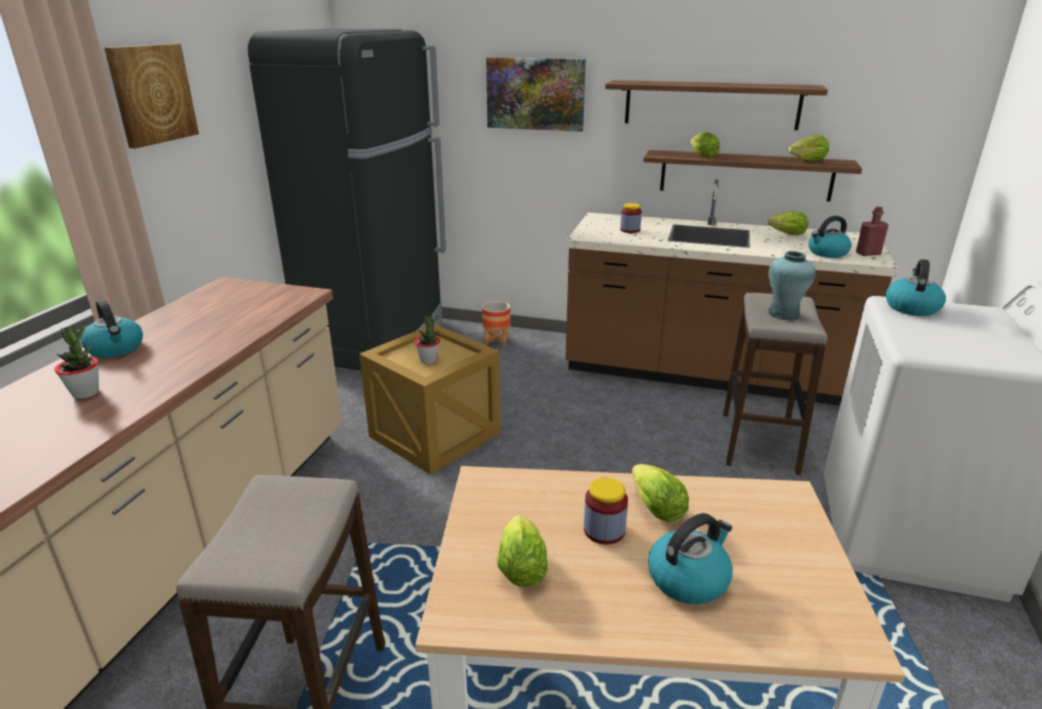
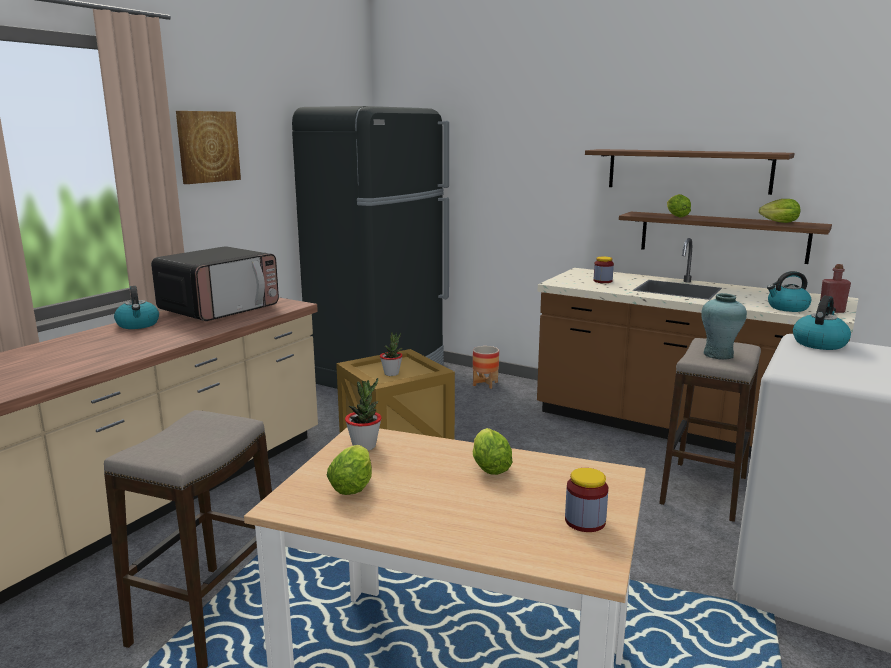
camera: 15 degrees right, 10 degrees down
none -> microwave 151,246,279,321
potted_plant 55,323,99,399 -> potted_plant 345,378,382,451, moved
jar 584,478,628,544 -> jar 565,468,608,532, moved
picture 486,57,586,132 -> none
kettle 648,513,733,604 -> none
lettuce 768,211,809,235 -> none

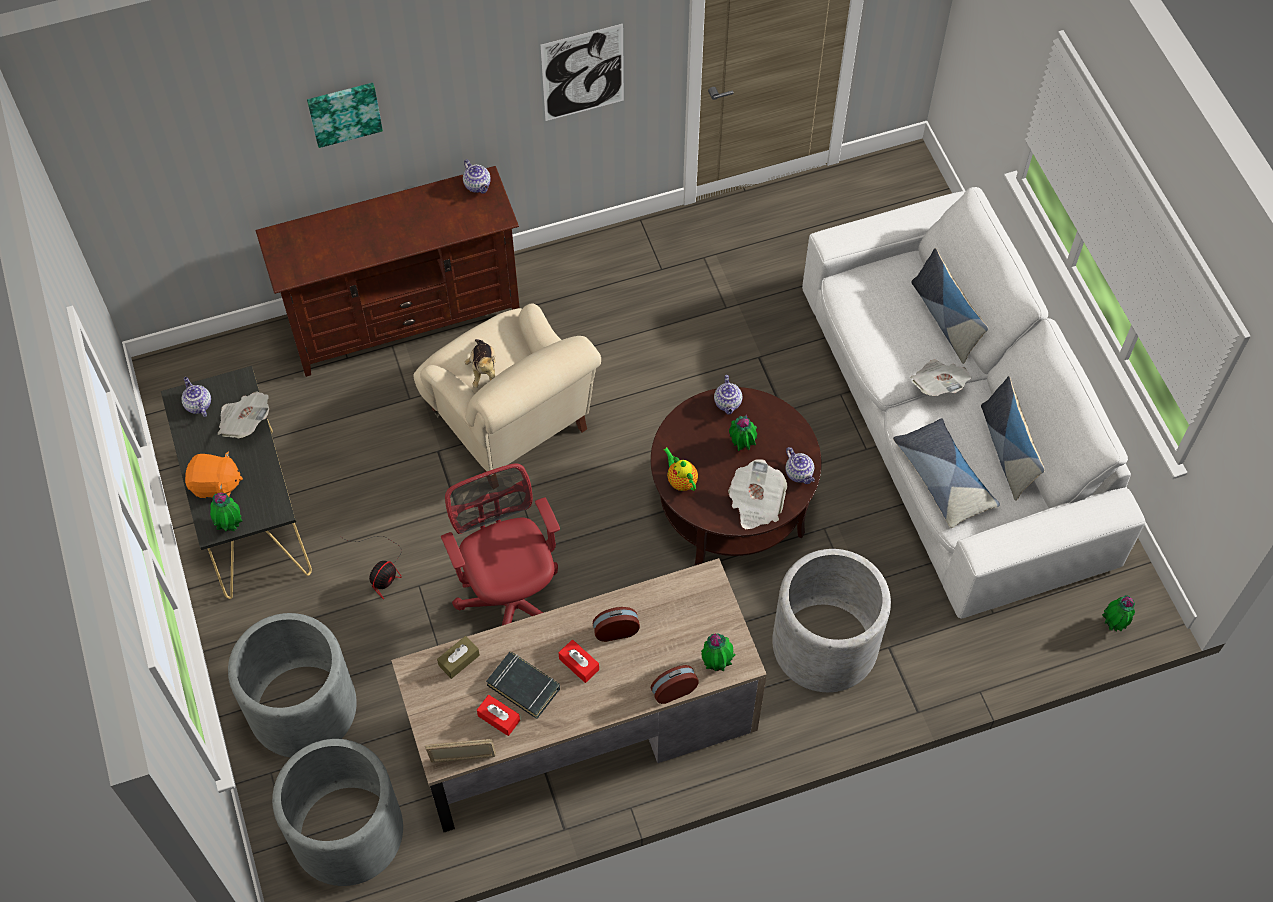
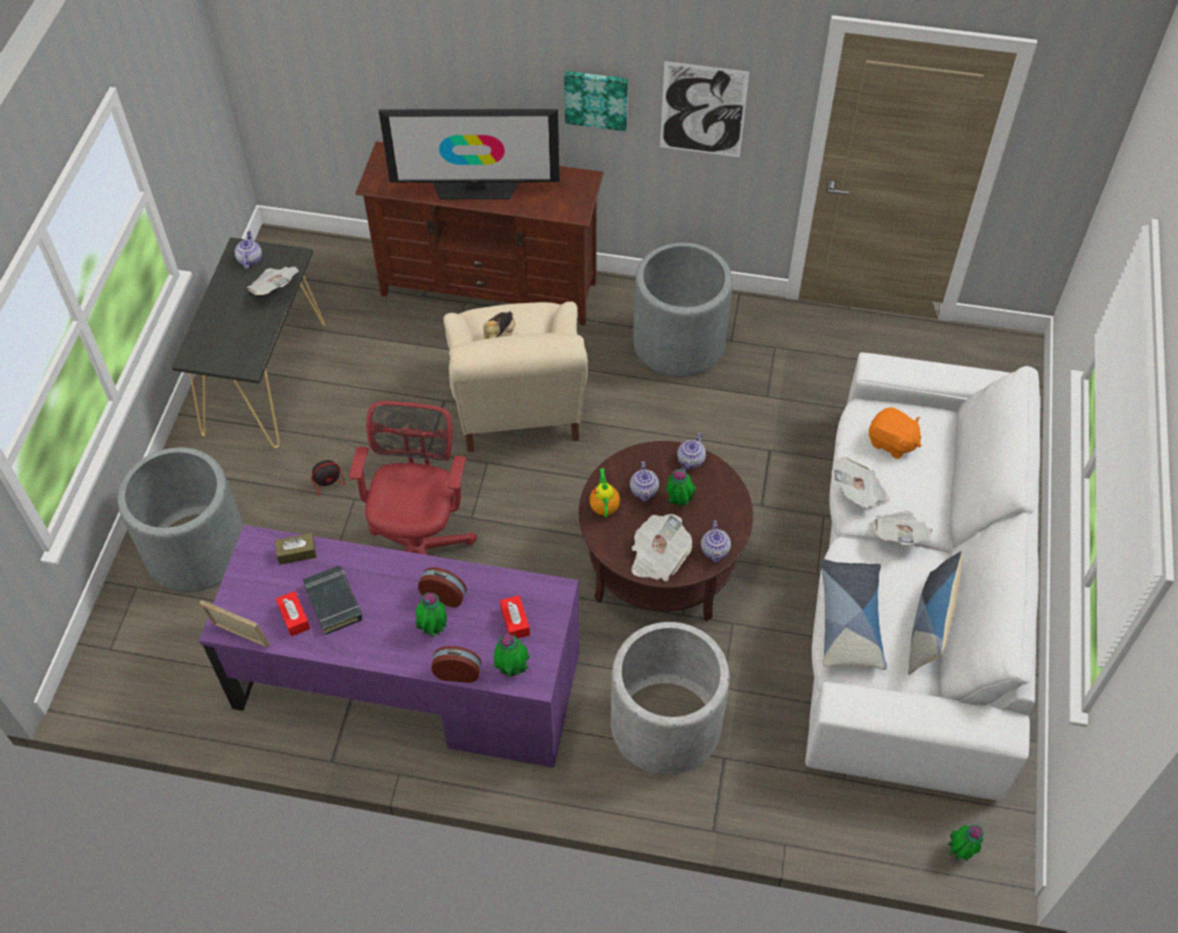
camera: 30 degrees right, 5 degrees down
brown_desk 391,558,767,832 -> purple_desk 199,525,579,768
none -> television 379,109,560,199
potted_plant 210,492,242,532 -> potted_plant 415,592,447,638, moved
red_tissue_box 558,640,599,683 -> red_tissue_box 500,595,530,639, moved
picture 307,83,383,148 -> picture 564,71,628,131, moved
teapot 463,159,491,193 -> teapot 630,461,659,502, moved
grey_planter 272,739,403,886 -> grey_planter 633,243,733,377, moved
none -> newspaper 831,457,890,508
orange_plush_toy 185,451,243,498 -> orange_plush_toy 869,407,922,459, moved
pillow 911,248,988,364 -> none

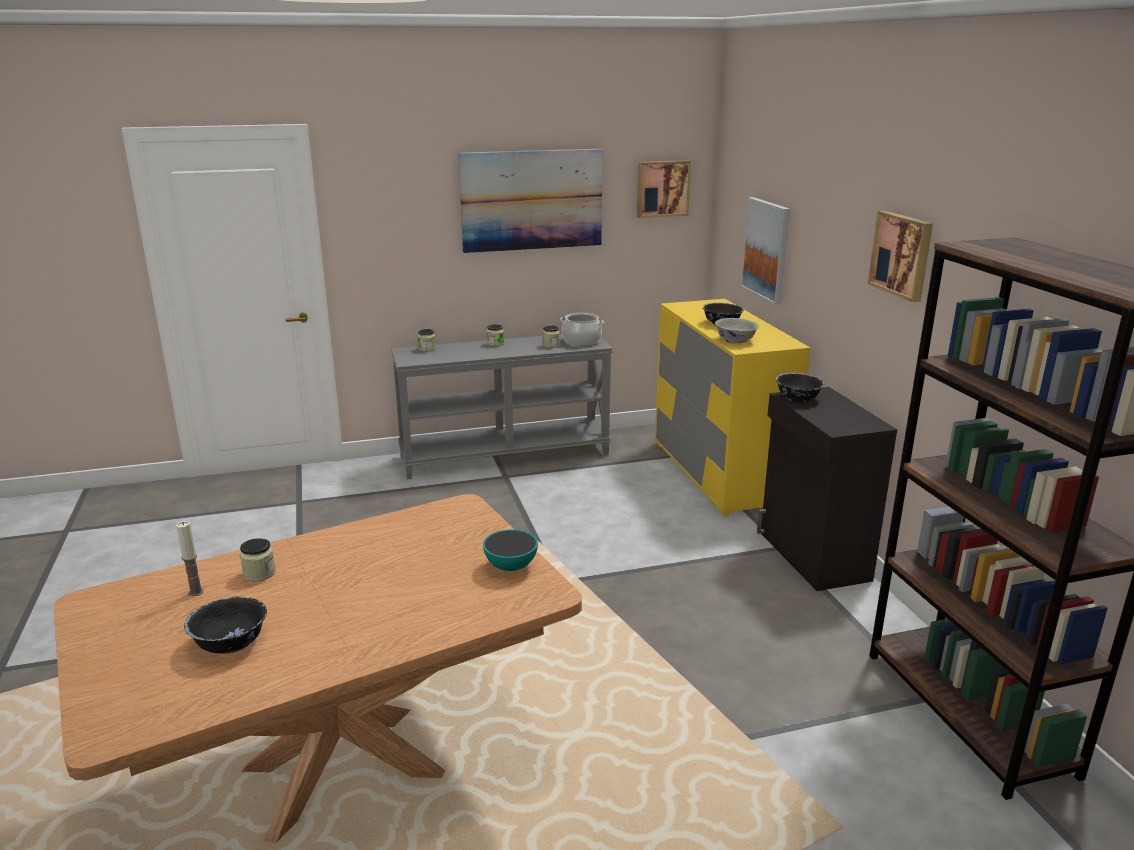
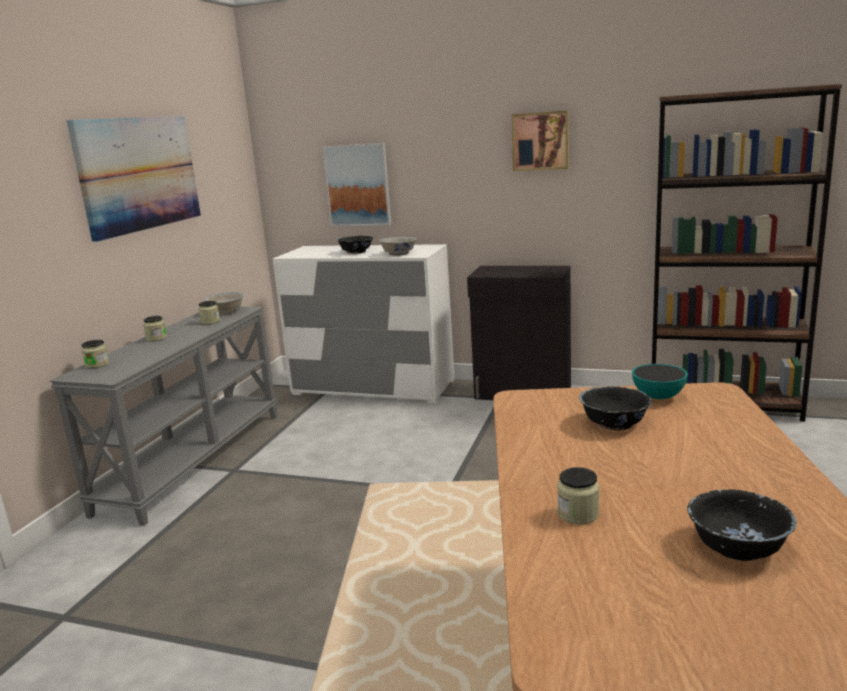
camera: 55 degrees left, 5 degrees down
cooking_pot 560,313,604,346 -> white_bowl 204,292,244,315
yellow_dresser 655,299,810,516 -> white_dresser 273,244,454,404
black_bowl 776,373,825,402 -> black_bowl 579,386,652,431, moved
candle 176,521,203,596 -> none
picture 637,160,691,218 -> none

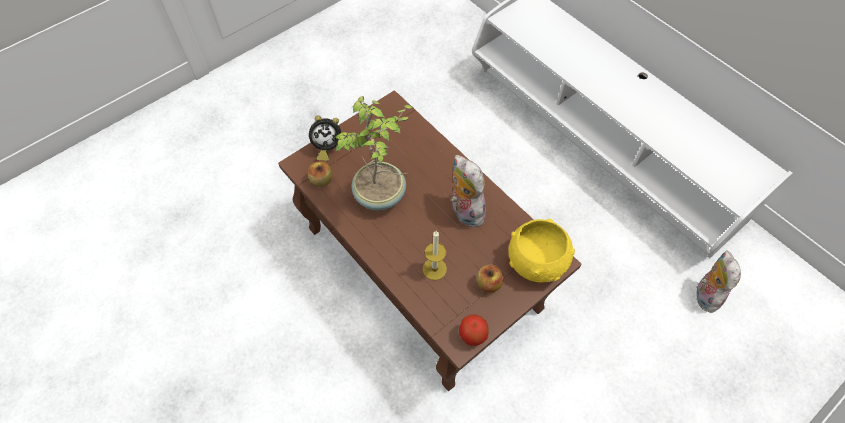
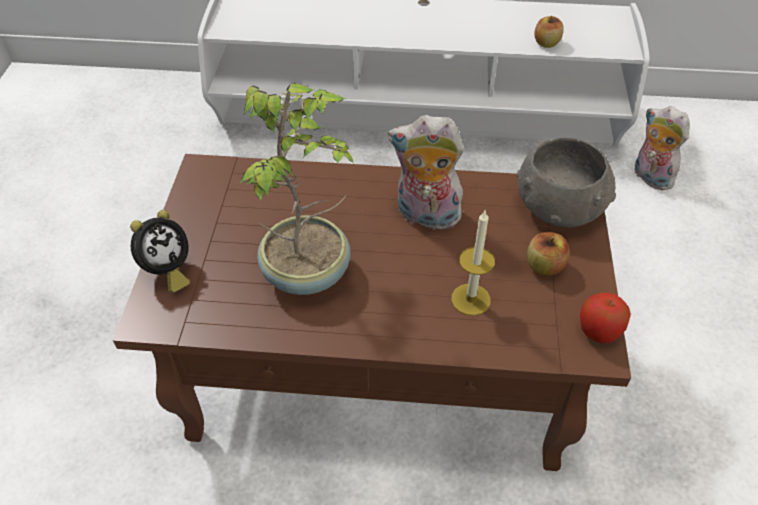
camera: 45 degrees left, 10 degrees down
yellow_bowl 508,219,575,283 -> grey_bowl 517,138,616,228
apple 308,161,332,187 -> apple 534,16,564,48, moved

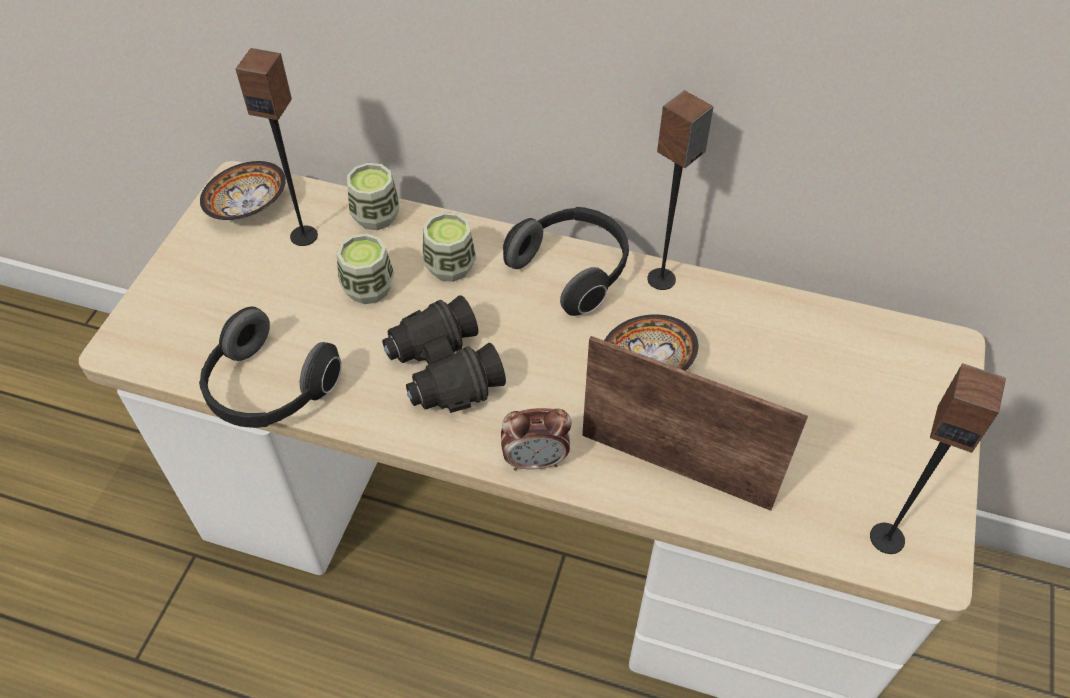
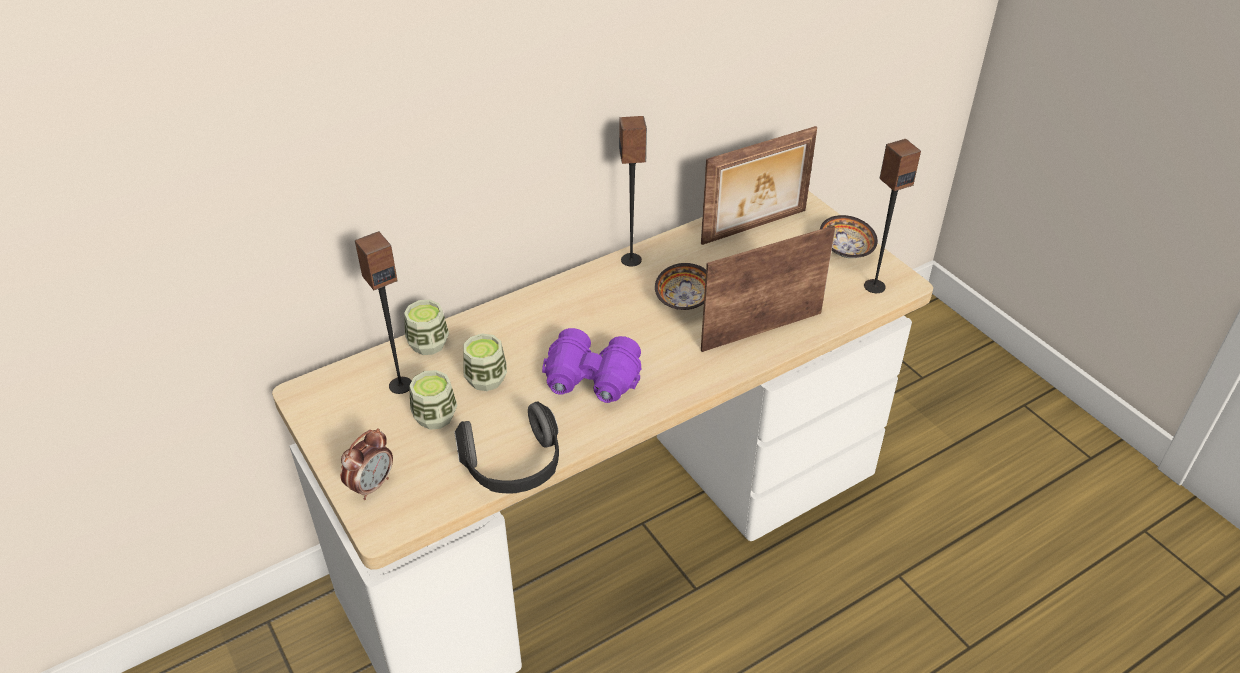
camera: 50 degrees left, 10 degrees down
alarm_clock 501,408,572,471 -> alarm_clock 340,428,393,500, moved
cup 423,212,476,282 -> cup 409,370,457,430, moved
black_binoculars 382,295,506,413 -> purple_binoculars 542,328,641,403
none -> picture_frame 701,126,817,245
bowl 200,161,286,220 -> bowl 820,215,878,258, moved
headphones 503,207,629,316 -> none

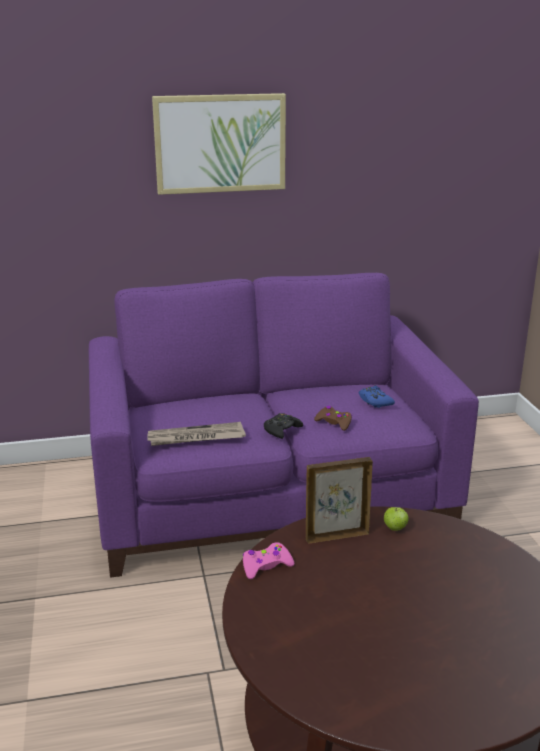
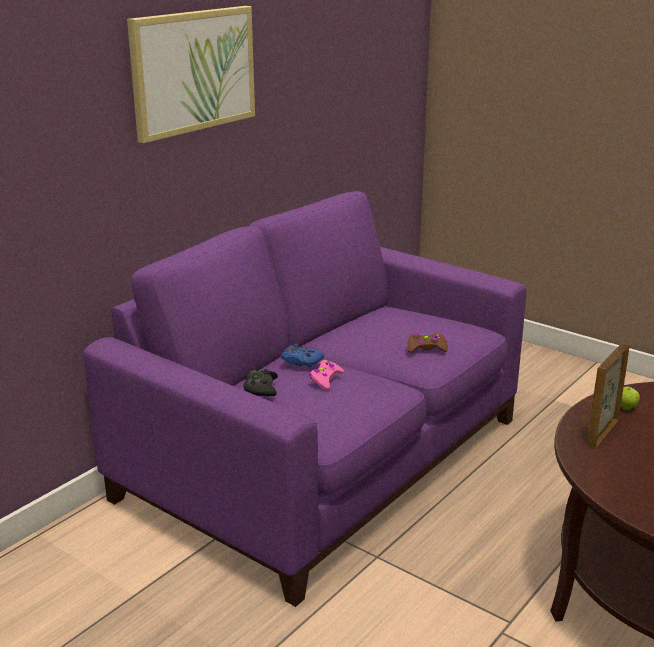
camera: 40 degrees left, 0 degrees up
black_game_controller 264,413,303,439 -> black_game_controller 243,369,278,396, moved
blue_game_controller 359,385,395,408 -> blue_game_controller 281,343,324,367, moved
pink_game_controller 243,542,294,579 -> pink_game_controller 309,360,344,390, moved
newspaper 147,422,246,446 -> none

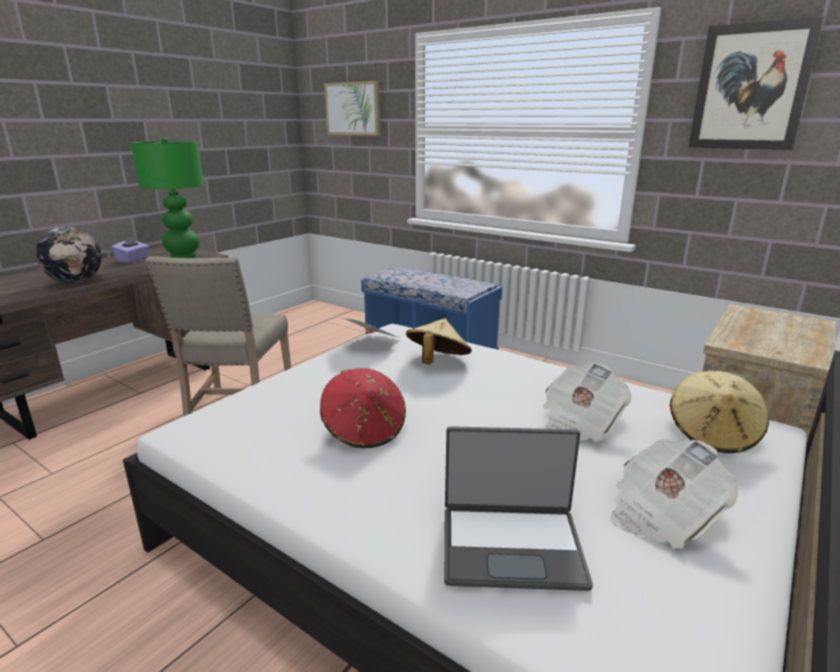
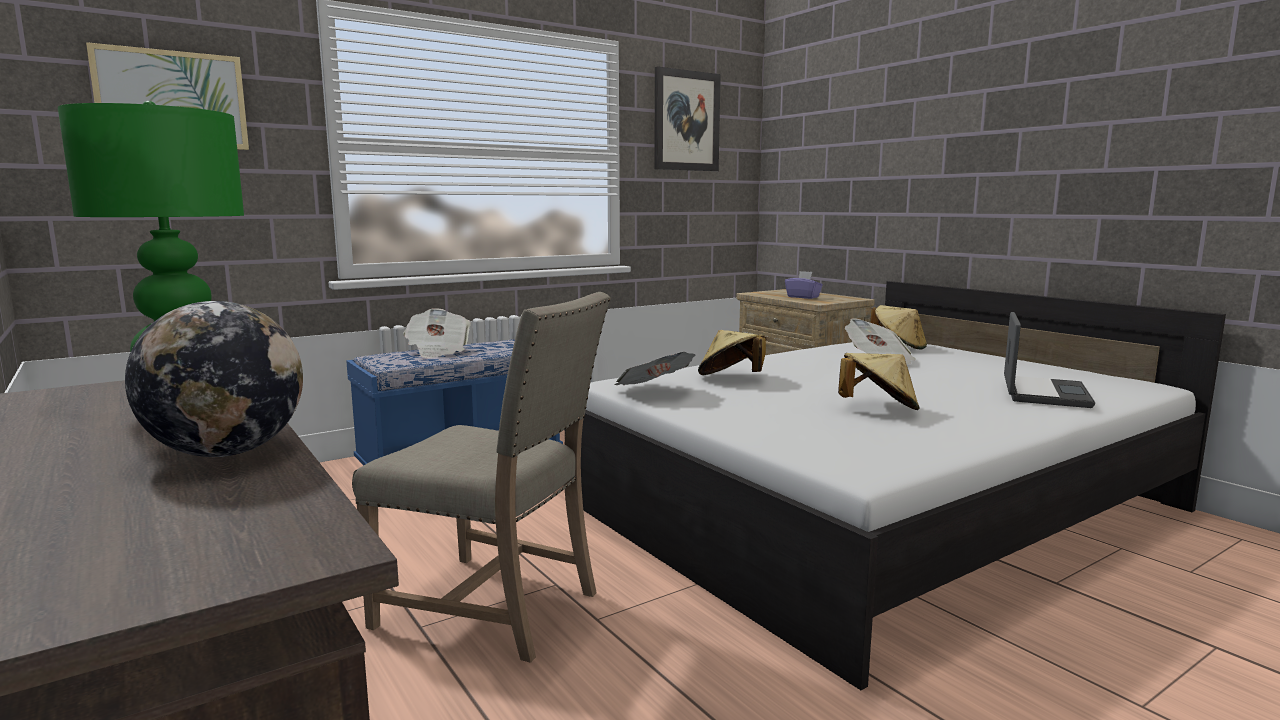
camera: 70 degrees left, 10 degrees down
newspaper 610,439,738,549 -> newspaper 403,308,471,358, moved
purple_tissue_box 111,236,149,263 -> purple_tissue_box 785,271,823,299, moved
red_hat 320,368,406,448 -> beige_hat 838,353,920,410

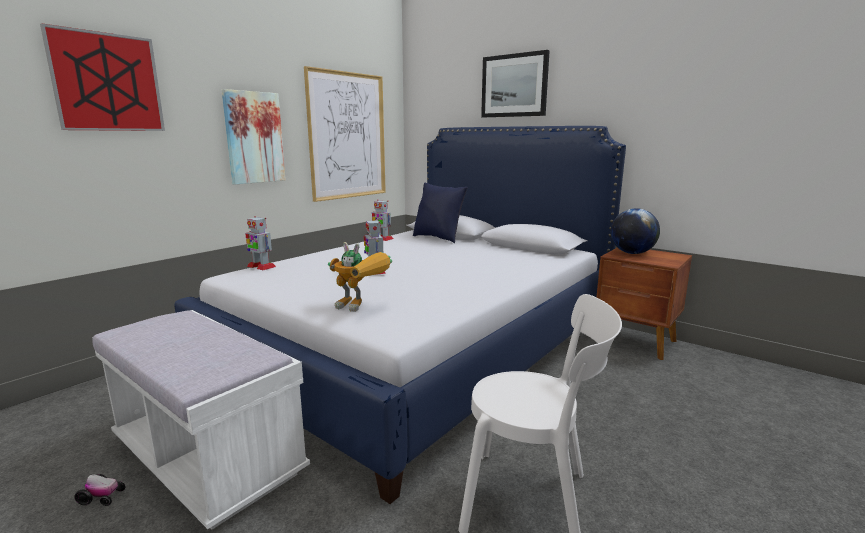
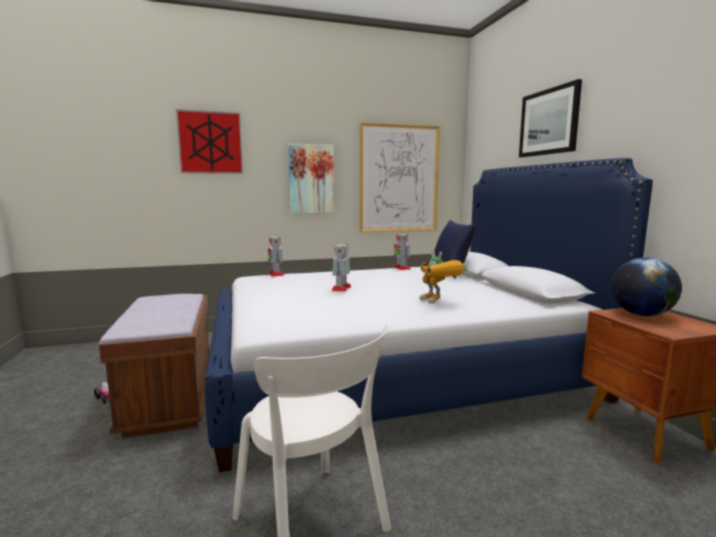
camera: 35 degrees right, 5 degrees down
white_bench 92,310,310,529 -> brown_bench 99,294,209,438
toy_robot 328,242,392,312 -> toy_robot 420,250,467,304, moved

